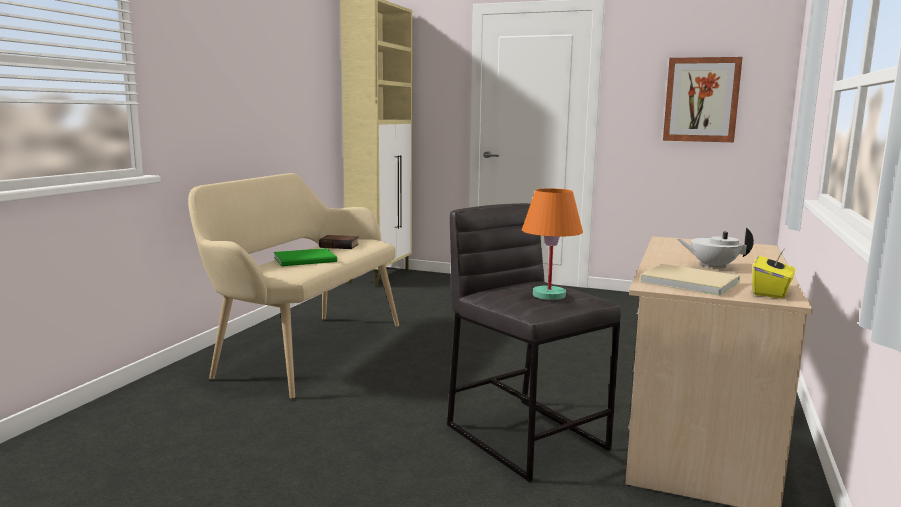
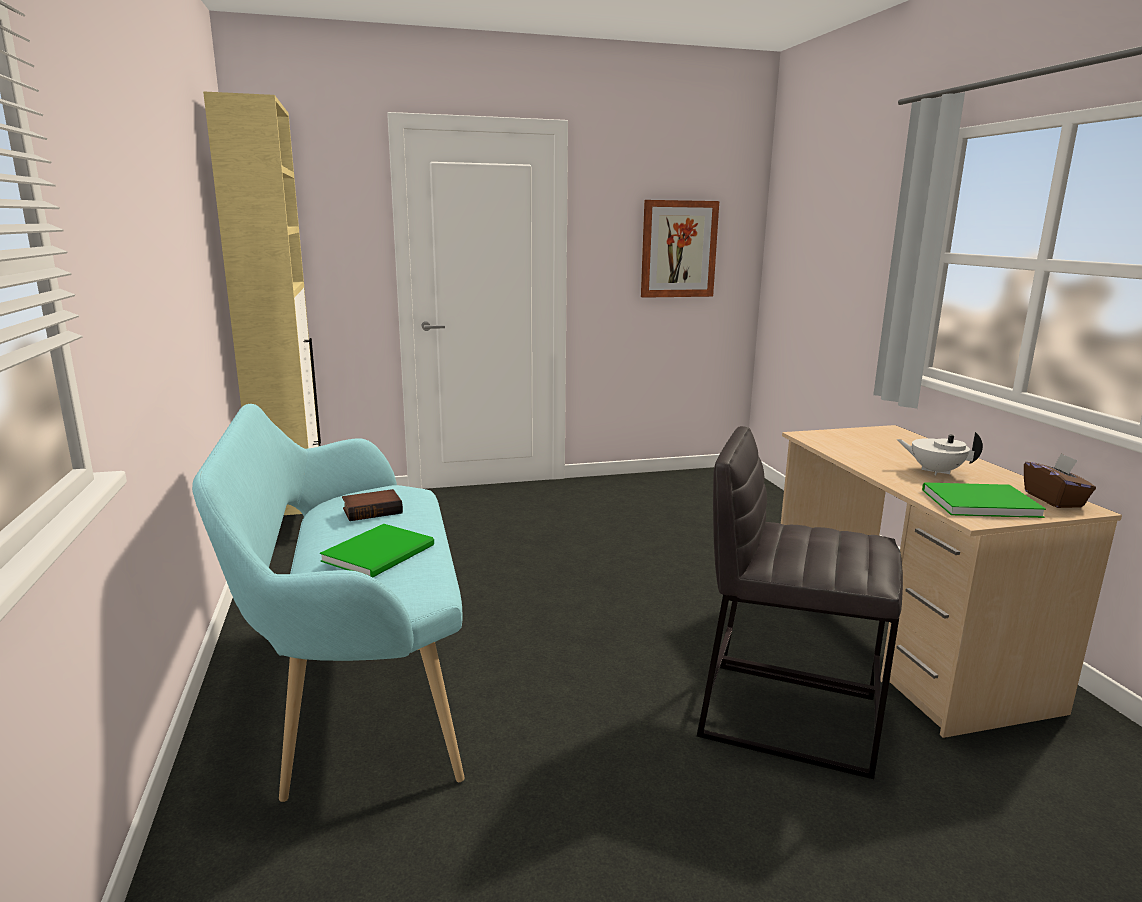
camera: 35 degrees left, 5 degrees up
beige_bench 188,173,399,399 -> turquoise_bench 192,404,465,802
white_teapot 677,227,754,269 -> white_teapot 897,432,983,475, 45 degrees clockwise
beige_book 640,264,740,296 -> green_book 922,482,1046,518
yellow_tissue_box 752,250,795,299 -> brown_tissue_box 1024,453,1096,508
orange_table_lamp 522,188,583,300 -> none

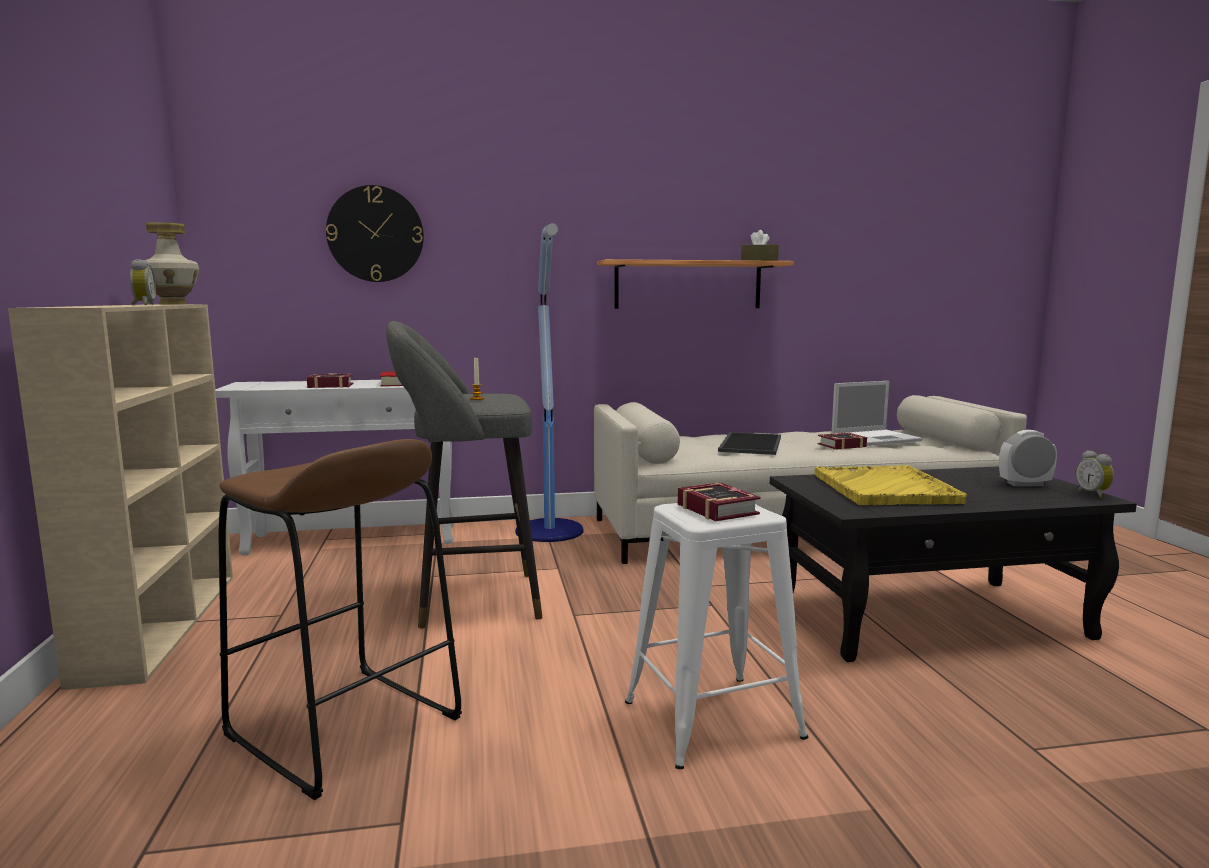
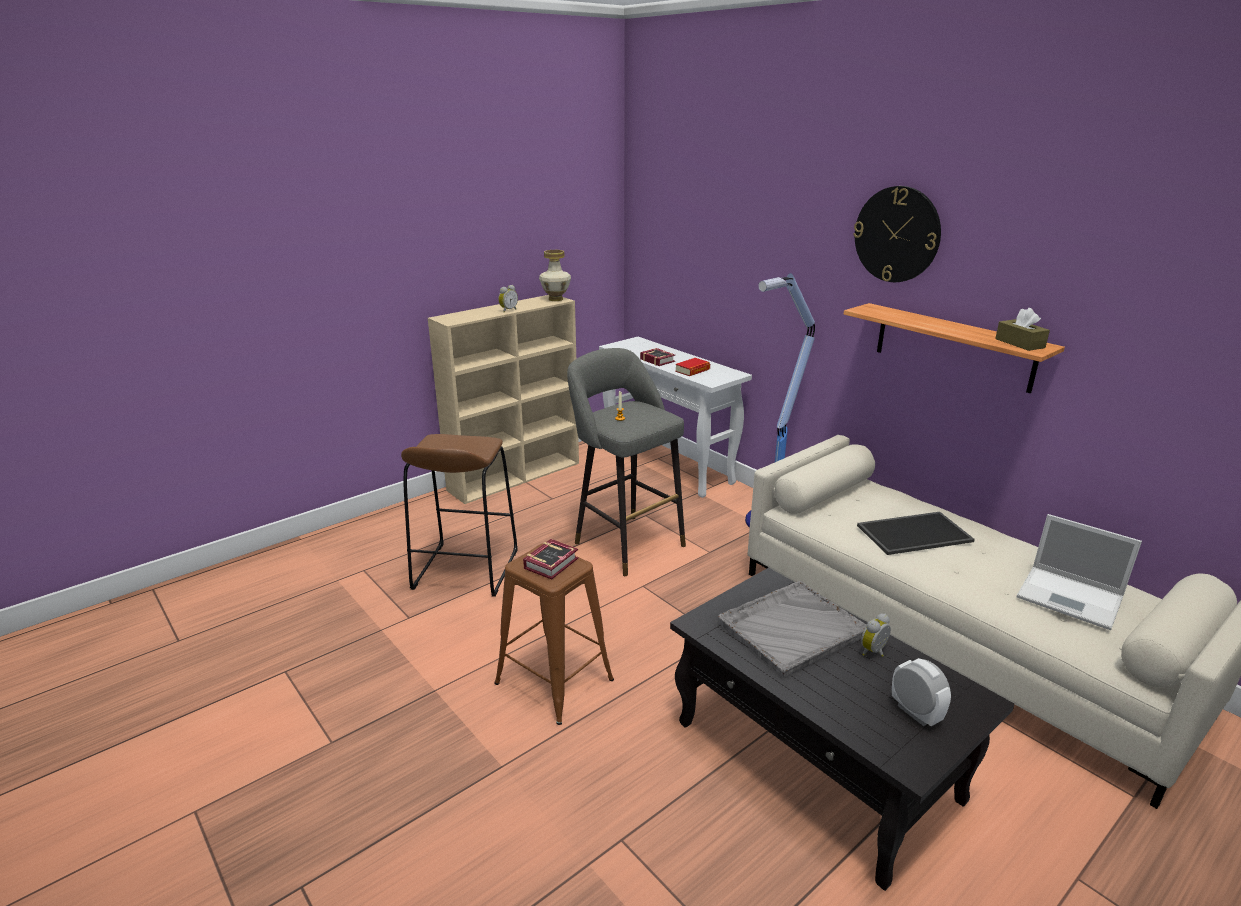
camera: 60 degrees right, 15 degrees up
white_stool 625,503,808,769 -> brown_stool 494,543,614,725
yellow_tray 814,465,967,505 -> grey_tray 718,581,867,678
wall_clock 326,185,424,282 -> wall_clock 853,186,941,282, moved
alarm_clock 1076,450,1114,498 -> alarm_clock 861,614,891,657, moved
book 818,433,867,450 -> none

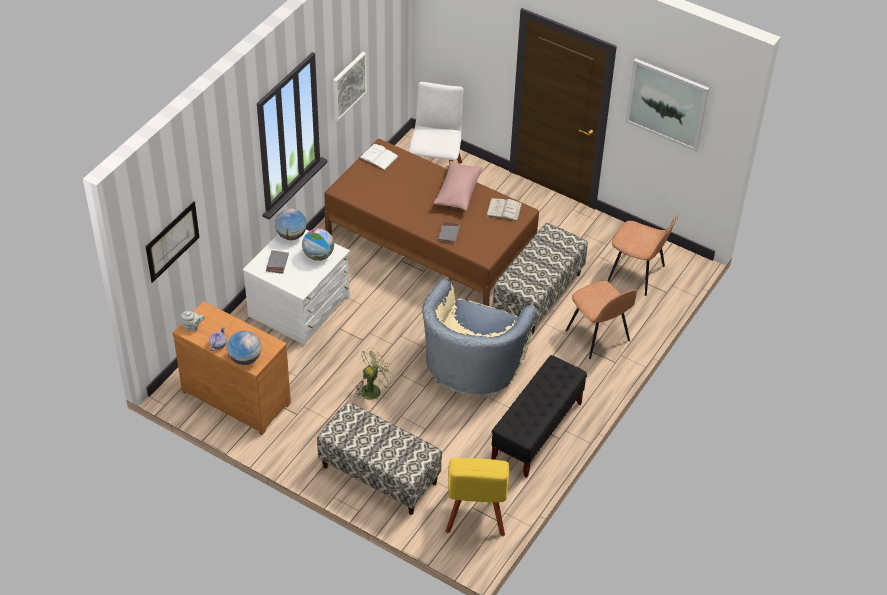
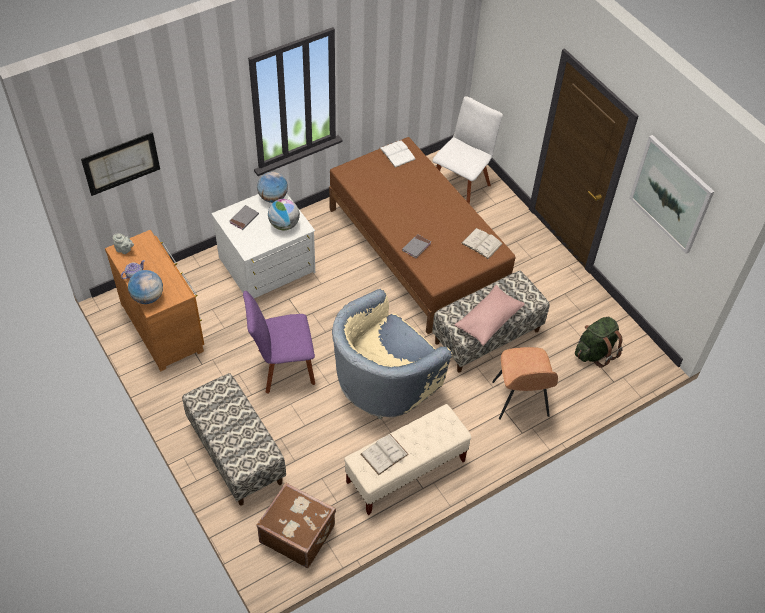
camera: 25 degrees right, 5 degrees up
green_fan 354,347,395,400 -> purple_chair 243,291,315,394
yellow_chair 445,458,509,537 -> brown_suitcase 256,482,336,568
black_bench 491,355,587,478 -> beige_bench 344,404,471,515
none -> white_book 361,434,409,475
pink_pillow 434,161,483,211 -> pink_pillow 454,285,525,346, moved
brown_chair 608,214,679,296 -> green_backpack 575,317,623,368
picture 333,52,367,121 -> none

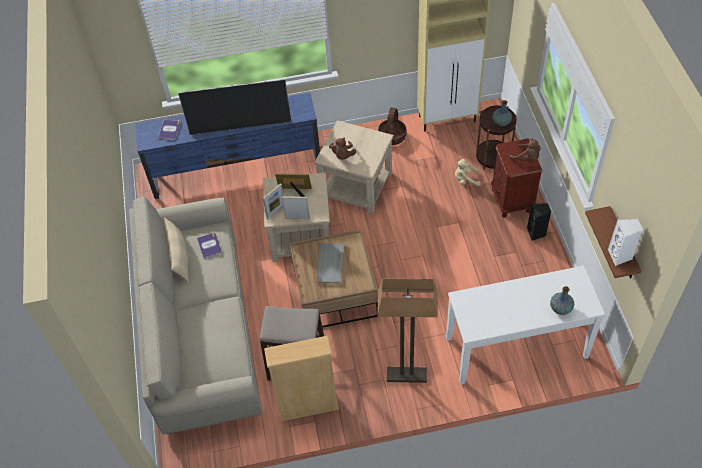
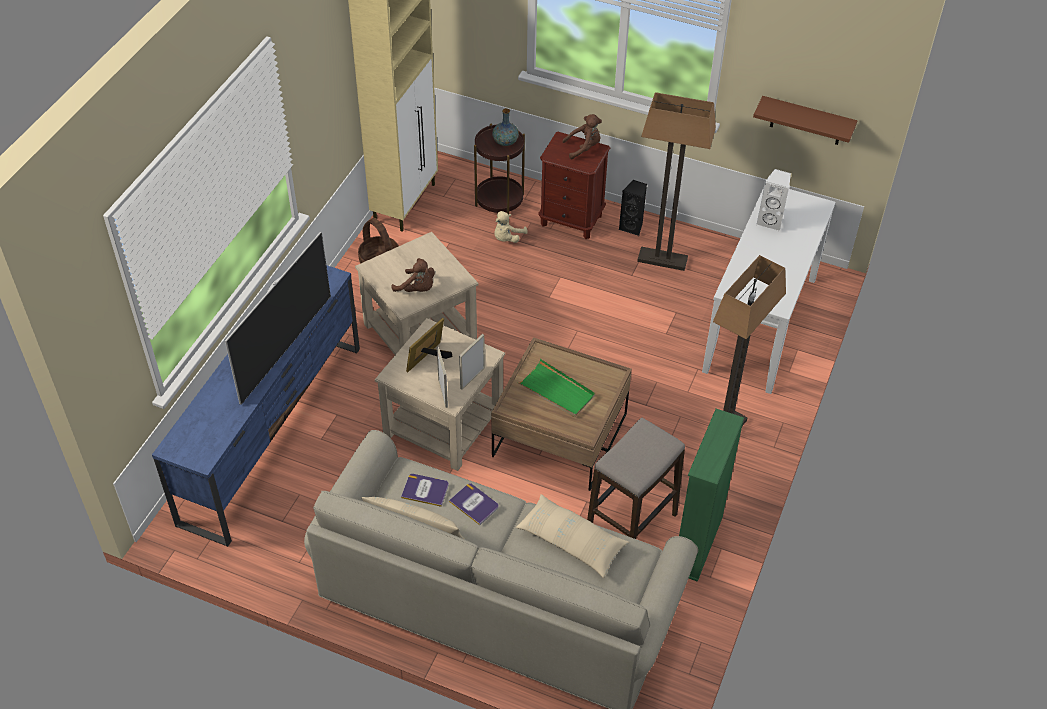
camera: 60 degrees left, 5 degrees down
book 158,120,181,140 -> book 449,483,499,525, moved
none -> beige_pillow 516,494,629,578
grey_tray 317,241,345,284 -> green_tray 517,359,595,417
none -> floor_lamp 637,92,716,271
beige_bookcase 264,336,339,421 -> green_bookcase 679,409,744,582
white_speaker 608,219,643,266 -> white_speaker 756,169,791,231, moved
vase 550,286,574,315 -> none

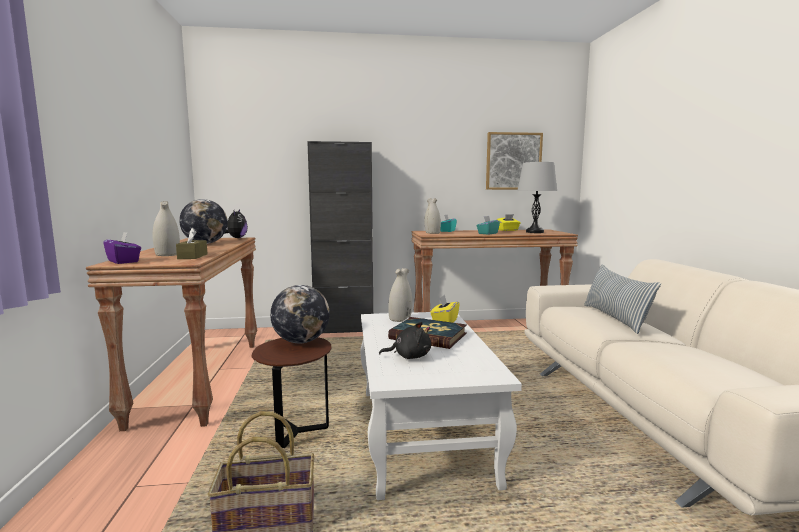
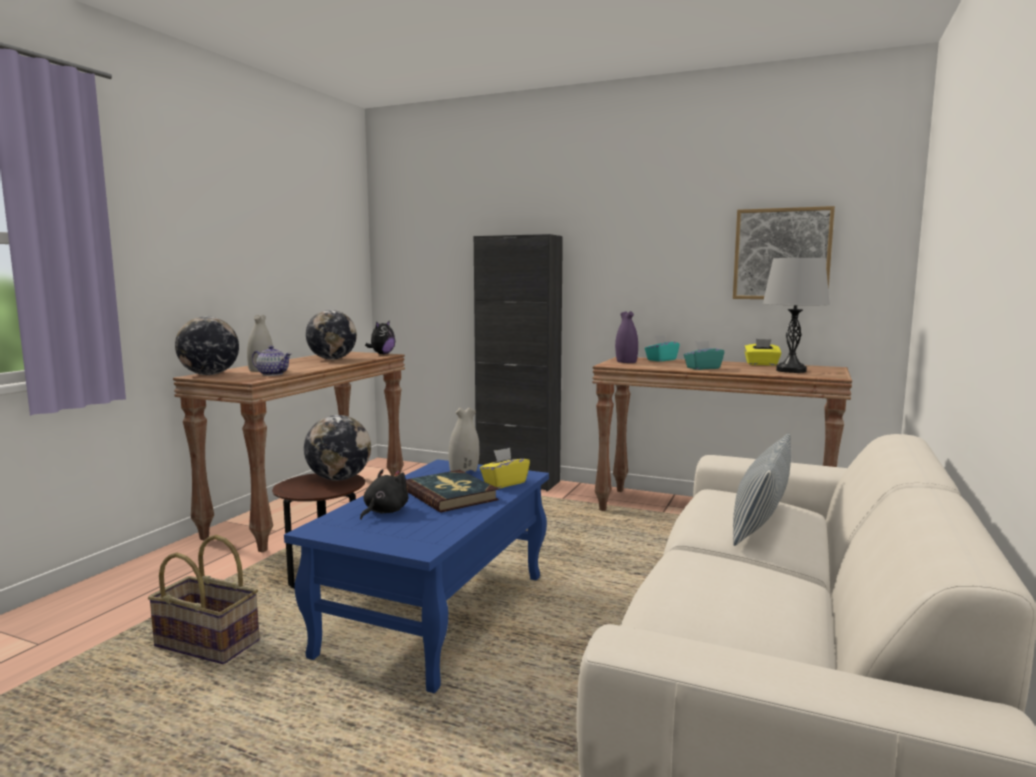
camera: 30 degrees right, 0 degrees up
purple_tissue_box 103,232,141,264 -> globe 175,316,239,375
brown_tissue_box 176,228,208,259 -> teapot 252,346,292,376
white_coffee_table 360,312,522,500 -> blue_coffee_table 284,459,549,693
black_plush_toy 379,322,431,359 -> black_plush_toy 360,469,409,520, 90 degrees counterclockwise
white_vase 424,198,441,234 -> purple_vase 615,311,638,363

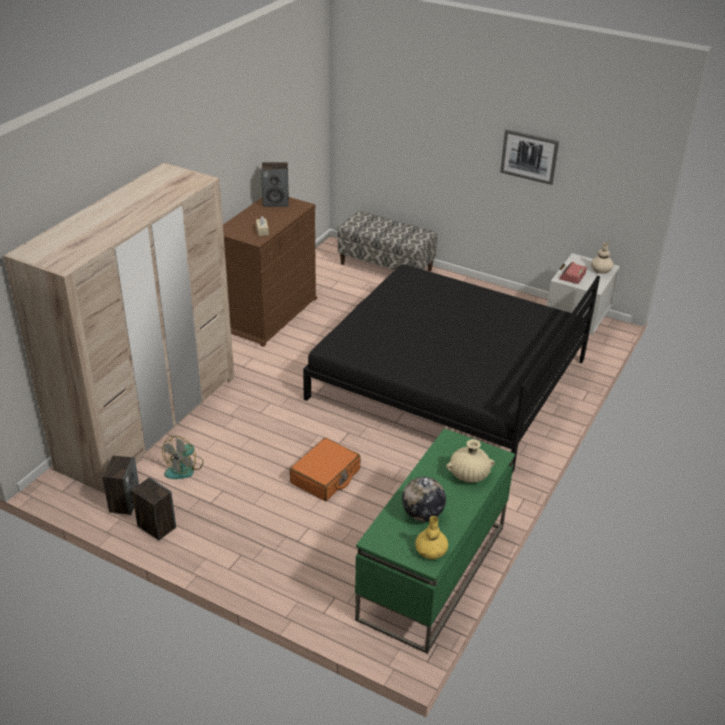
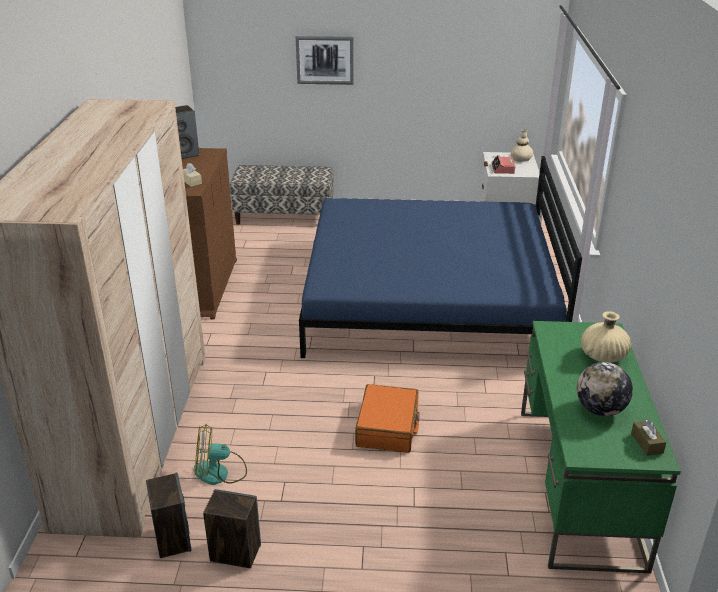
camera: 25 degrees left, 5 degrees down
fan 162,436,204,479 -> fan 194,424,247,485, 75 degrees clockwise
picture 500,129,559,185 -> picture 296,36,354,85, moved
black_bed 303,264,600,473 -> blue_bed 299,156,582,358
yellow_vase 415,516,448,559 -> brown_tissue_box 631,420,666,456

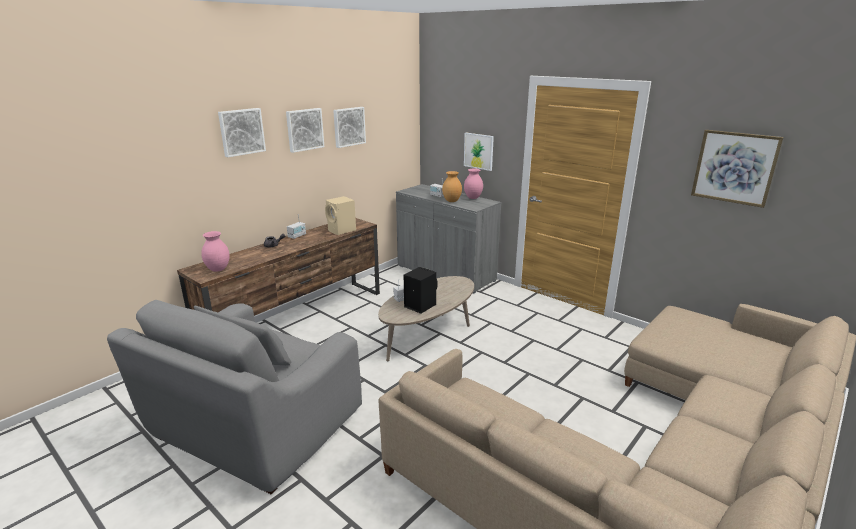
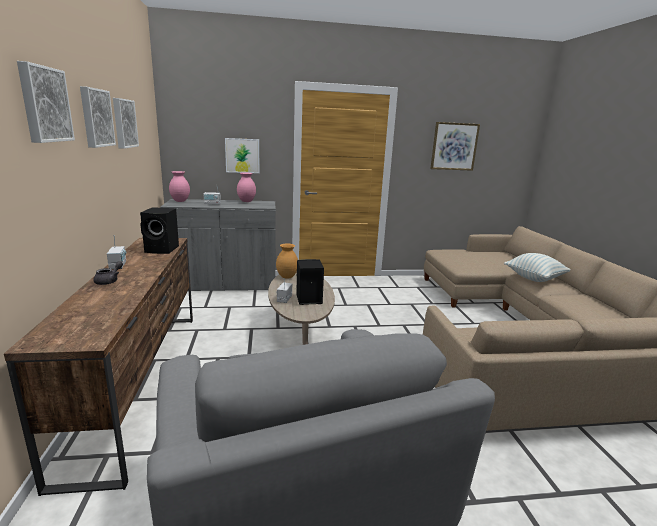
camera: 50 degrees left, 5 degrees down
beige_speaker 325,196,356,235 -> black_speaker 140,207,179,254
pink_vase 201,231,230,272 -> pink_vase 169,171,190,202, moved
brown_vase 442,171,462,202 -> brown_vase 276,243,298,279, moved
none -> pillow 504,253,571,282

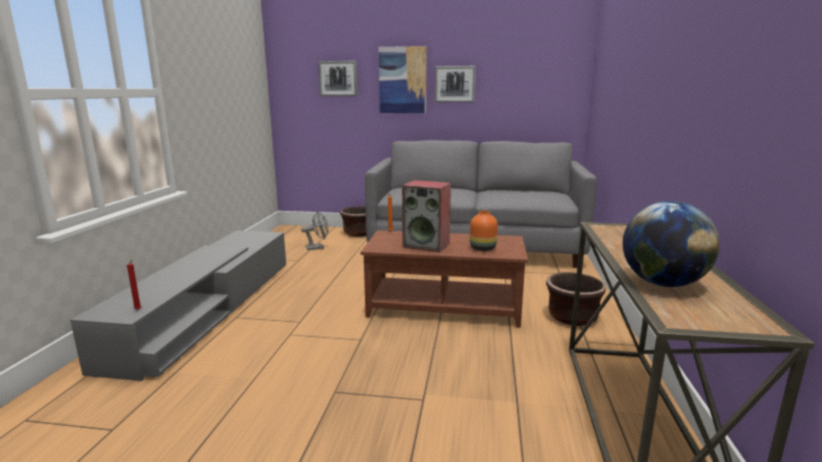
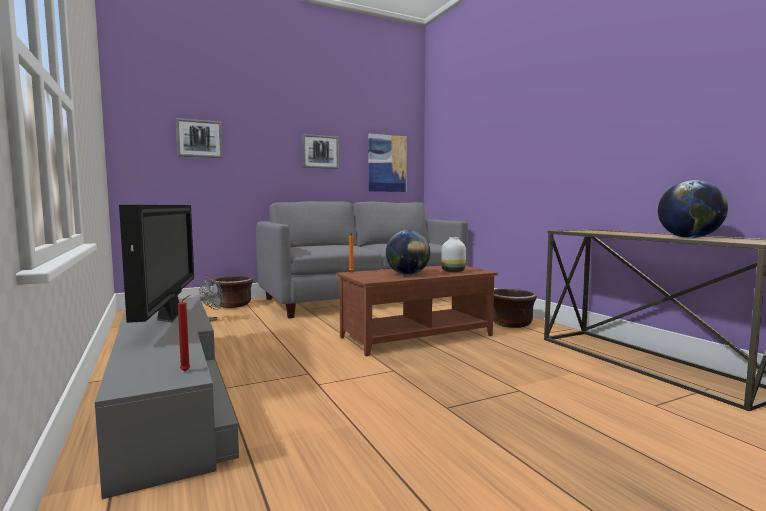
camera: 35 degrees left, 10 degrees down
none -> television 119,205,194,323
picture 379,46,427,113 -> picture 369,133,407,192, moved
speaker 402,180,451,252 -> globe 386,230,430,275
orange_vase 470,211,498,251 -> white_vase 441,237,466,272

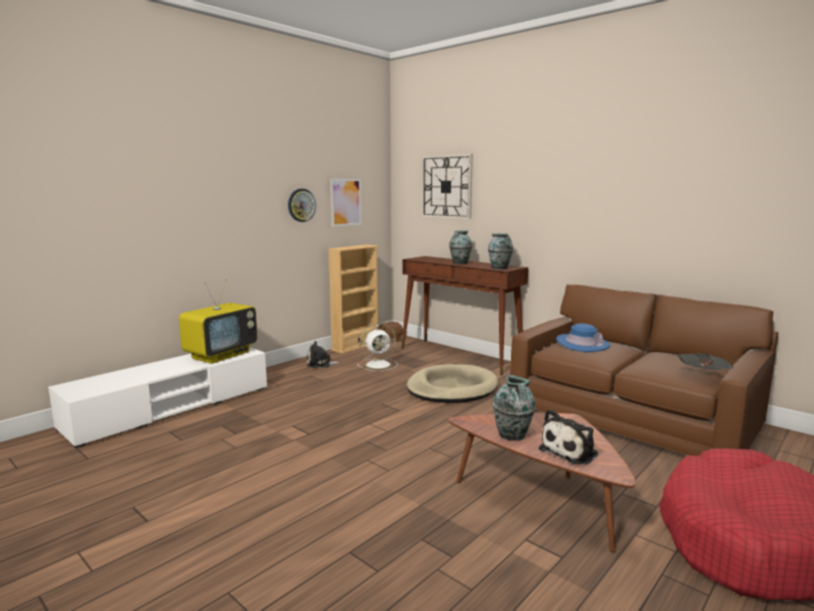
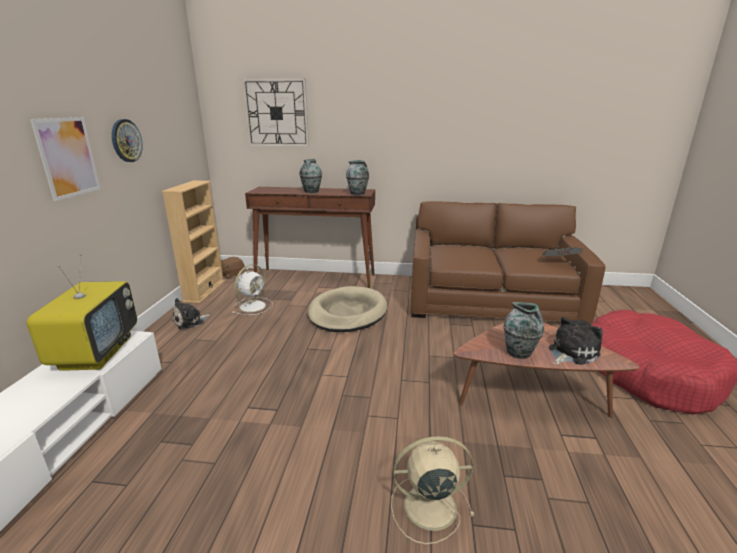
camera: 35 degrees left, 10 degrees up
picture 330,179,361,227 -> picture 30,117,101,201, moved
none -> beige_fan 391,436,474,545
plush_toy 539,409,598,464 -> plush_toy 549,317,603,365, 135 degrees counterclockwise
blue_hat 556,323,610,352 -> none

